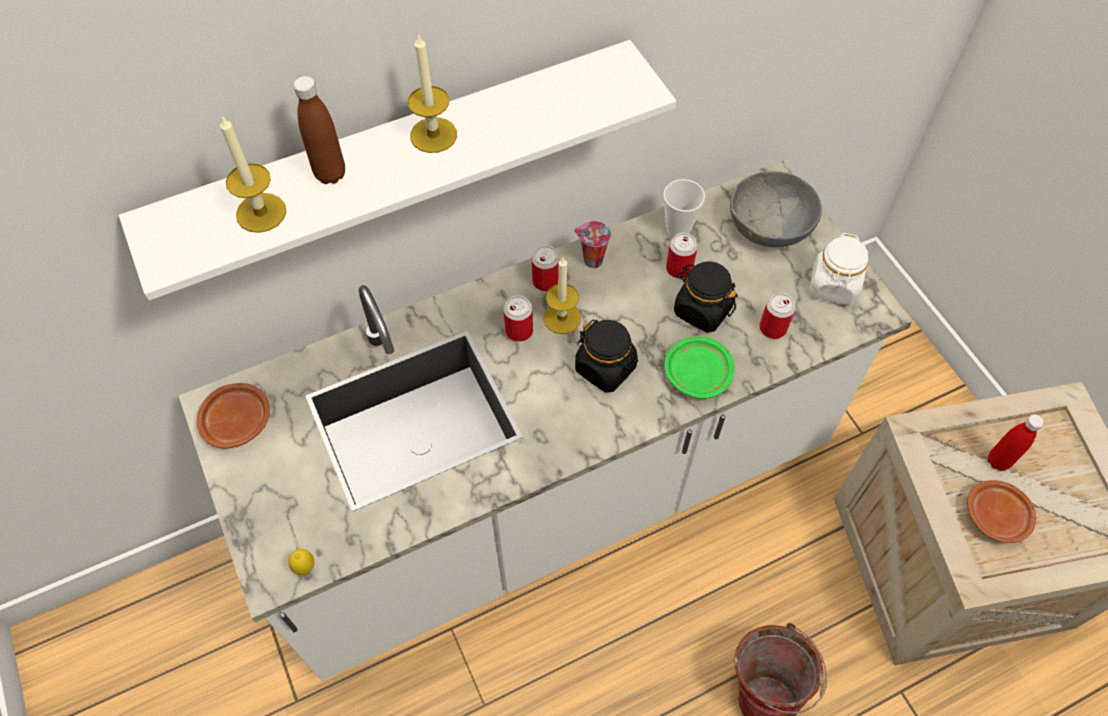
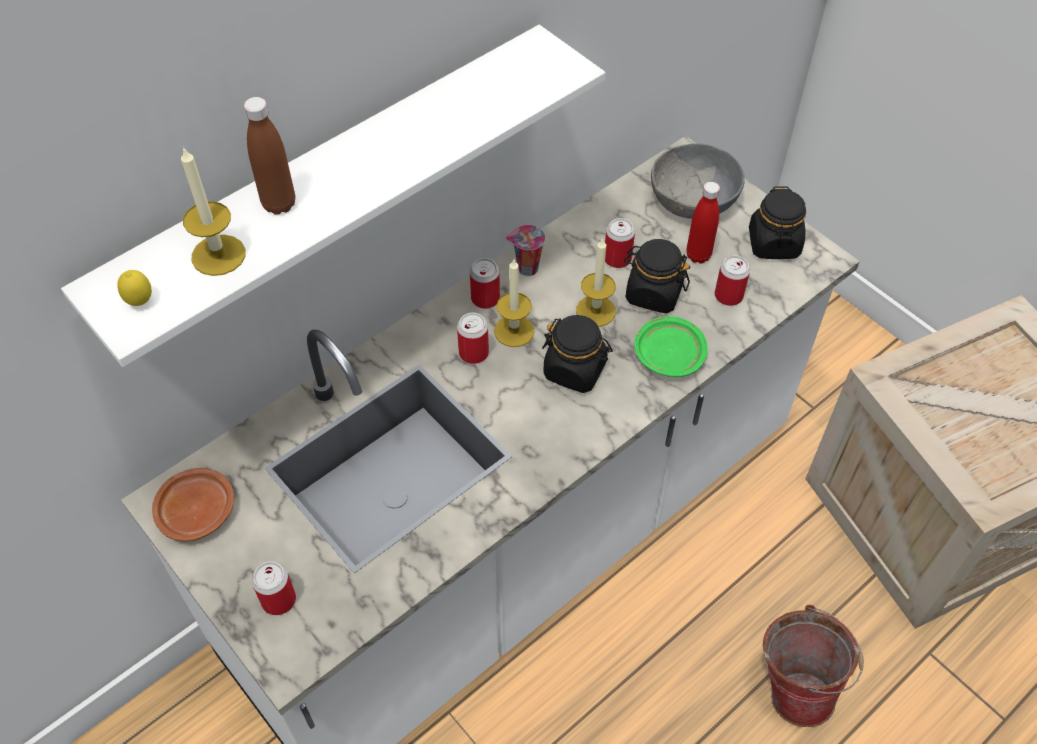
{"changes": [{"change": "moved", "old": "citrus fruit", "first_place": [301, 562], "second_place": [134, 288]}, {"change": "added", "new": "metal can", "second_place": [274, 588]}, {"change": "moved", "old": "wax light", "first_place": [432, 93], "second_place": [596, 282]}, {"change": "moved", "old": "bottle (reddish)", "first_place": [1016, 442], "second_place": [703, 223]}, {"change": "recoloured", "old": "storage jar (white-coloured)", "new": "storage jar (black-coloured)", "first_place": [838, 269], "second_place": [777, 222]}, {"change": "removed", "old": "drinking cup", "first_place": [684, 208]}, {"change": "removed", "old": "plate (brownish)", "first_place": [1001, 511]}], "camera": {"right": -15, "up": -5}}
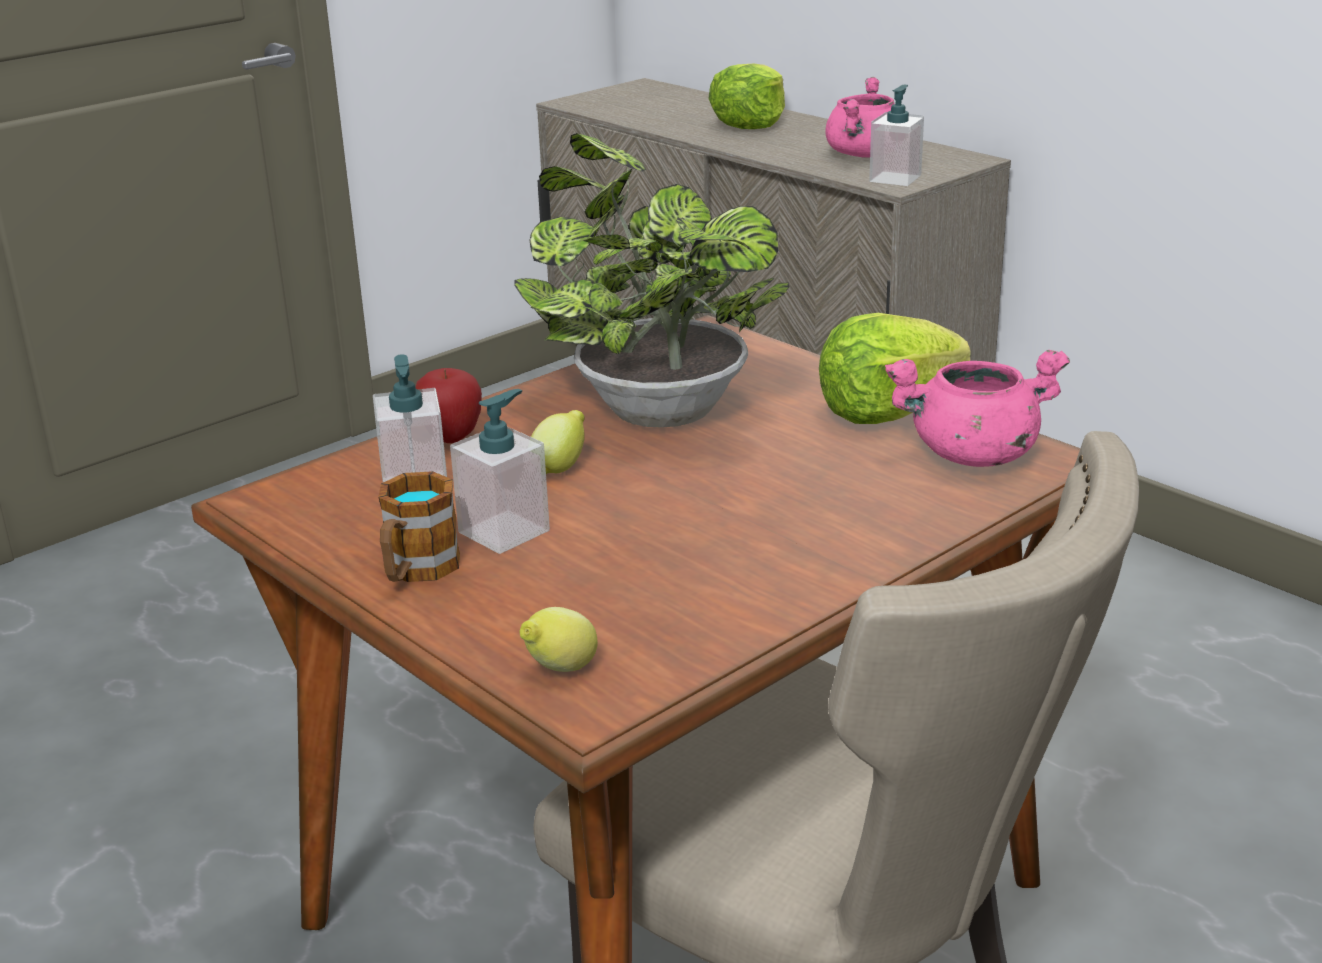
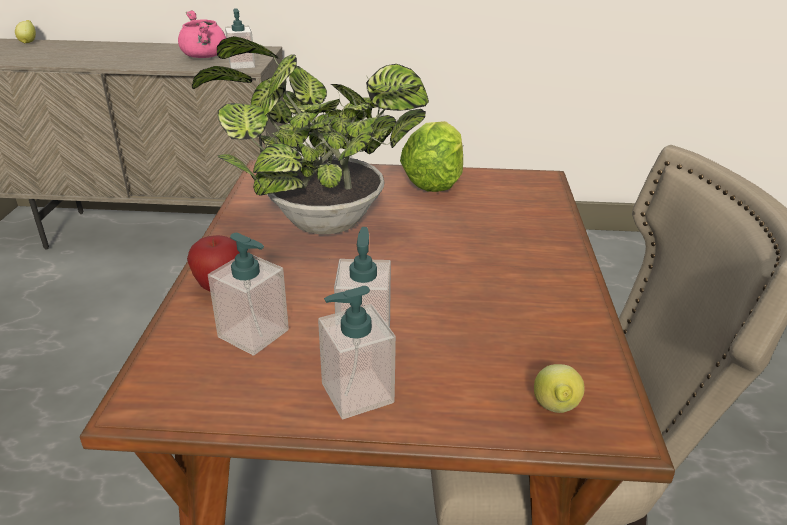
{"changes": [{"change": "moved", "old": "citrus fruit", "first_place": [558, 442], "second_place": [25, 31]}, {"change": "replaced", "old": "mug", "new": "soap dispenser", "first_place": [419, 526], "second_place": [357, 352]}, {"change": "removed", "old": "lettuce head", "first_place": [746, 96]}, {"change": "removed", "old": "stockpot (pink-coloured)", "first_place": [977, 408]}], "camera": {"right": -45, "up": 5}}
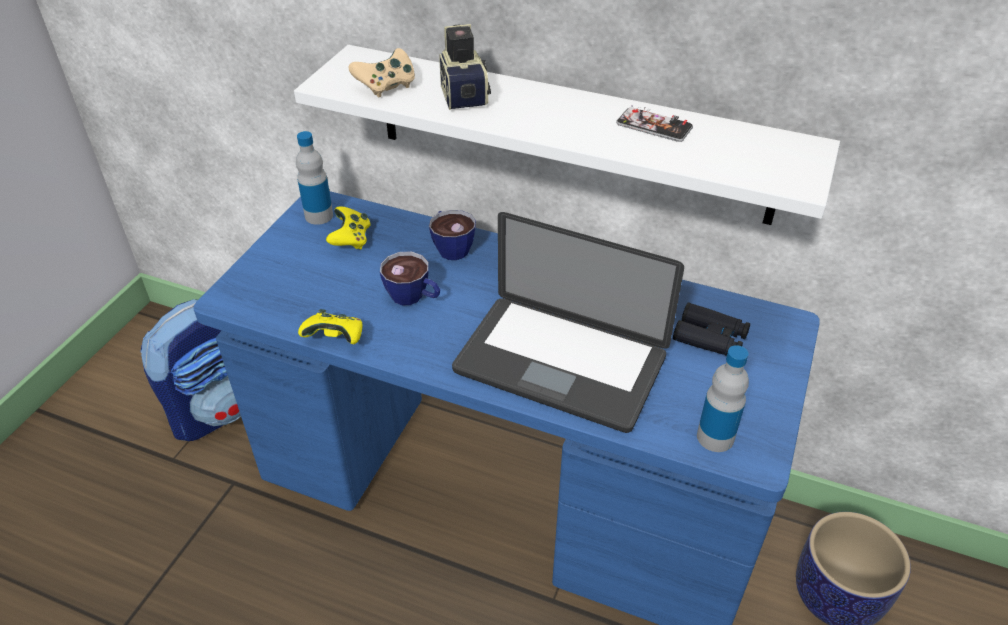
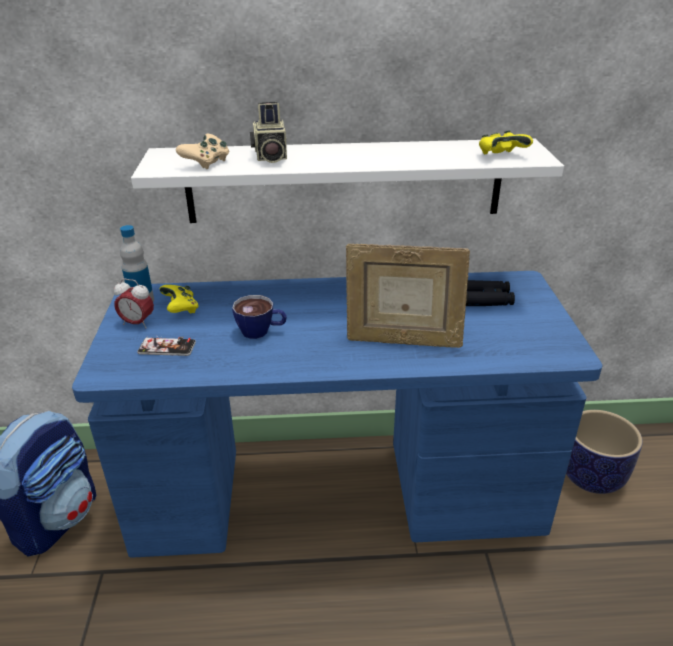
{"changes": [{"change": "added", "new": "table clock", "second_place": [134, 303]}, {"change": "moved", "old": "handset", "first_place": [654, 123], "second_place": [166, 345]}, {"change": "turned", "old": "still camera", "first_place": [465, 67], "second_place": [268, 132], "degrees": -150}, {"change": "replaced", "old": "laptop", "new": "photo frame", "first_place": [568, 322], "second_place": [408, 296]}, {"change": "moved", "old": "game controller (yellowish)", "first_place": [330, 326], "second_place": [506, 142]}, {"change": "removed", "old": "drinking cup", "first_place": [452, 235]}, {"change": "removed", "old": "bottle", "first_place": [723, 398]}], "camera": {"right": -25, "up": -10}}
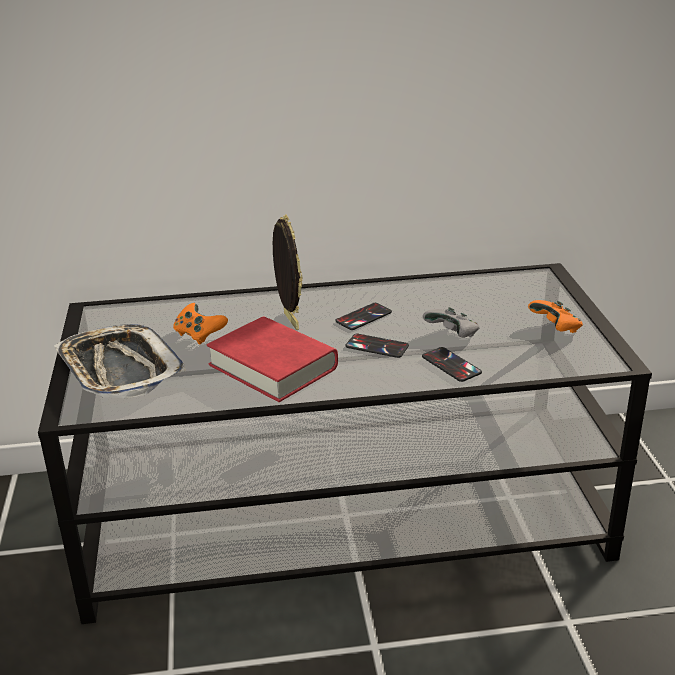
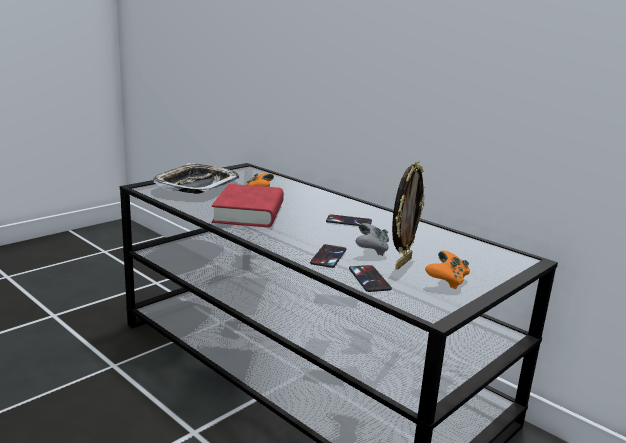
{"changes": [{"change": "moved", "old": "handset", "first_place": [377, 346], "second_place": [370, 278]}, {"change": "moved", "old": "photo frame", "first_place": [287, 272], "second_place": [408, 215]}], "camera": {"right": 50, "up": -10}}
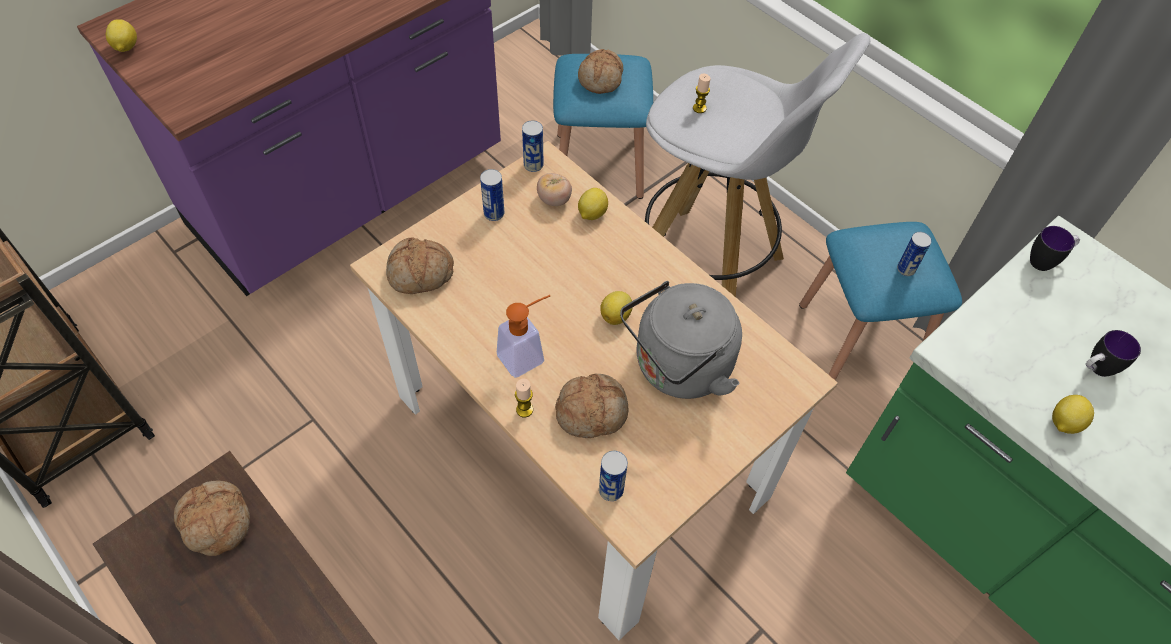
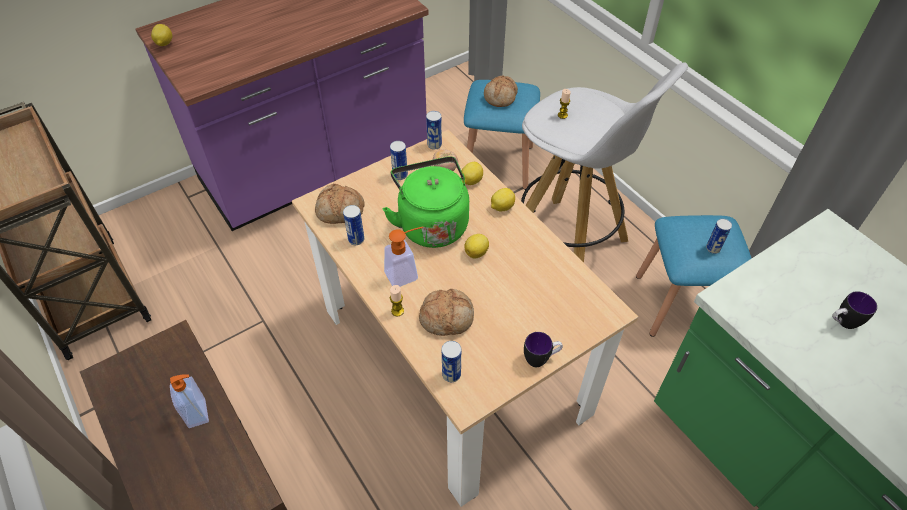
{"changes": [{"change": "added", "new": "soap dispenser", "second_place": [189, 401]}, {"change": "added", "new": "metal can", "second_place": [353, 225]}, {"change": "added", "new": "water kettle (green-coloured)", "second_place": [426, 202]}, {"change": "moved", "old": "citrus fruit", "first_place": [1073, 414], "second_place": [503, 199]}, {"change": "moved", "old": "mug", "first_place": [1055, 248], "second_place": [543, 349]}, {"change": "removed", "old": "baked bread", "first_place": [212, 518]}, {"change": "removed", "old": "water kettle (gray)", "first_place": [681, 340]}], "camera": {"right": 10, "up": -5}}
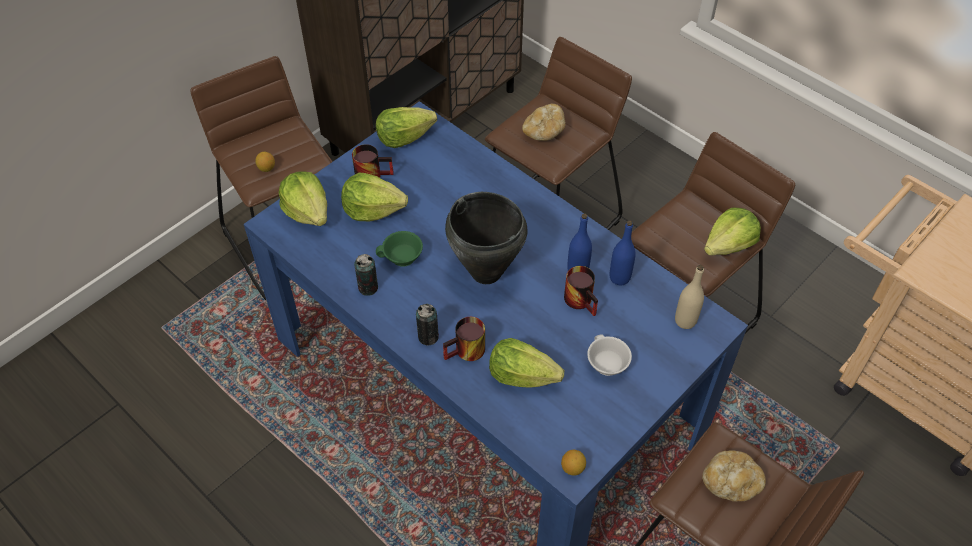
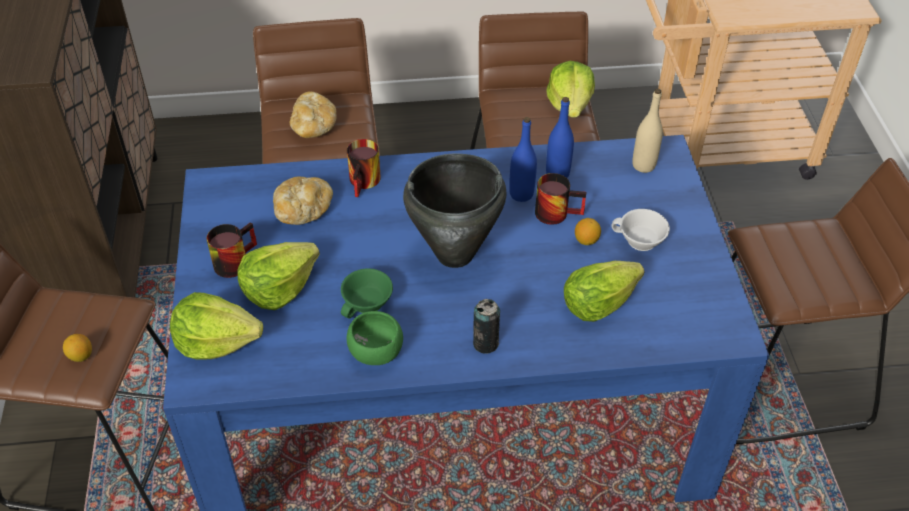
{"changes": [{"change": "moved", "old": "baked bread", "first_place": [734, 476], "second_place": [303, 201]}, {"change": "moved", "old": "mug", "first_place": [464, 339], "second_place": [364, 168]}, {"change": "replaced", "old": "metal can", "new": "bowl (green-coloured)", "first_place": [366, 275], "second_place": [375, 338]}, {"change": "moved", "old": "citrus fruit", "first_place": [573, 463], "second_place": [588, 231]}, {"change": "removed", "old": "lettuce head", "first_place": [406, 127]}], "camera": {"right": -50, "up": -5}}
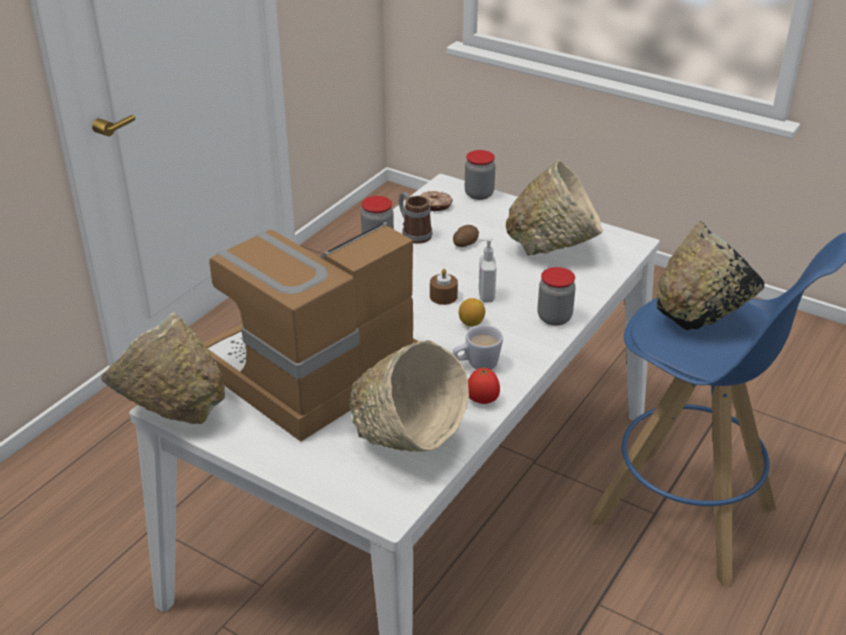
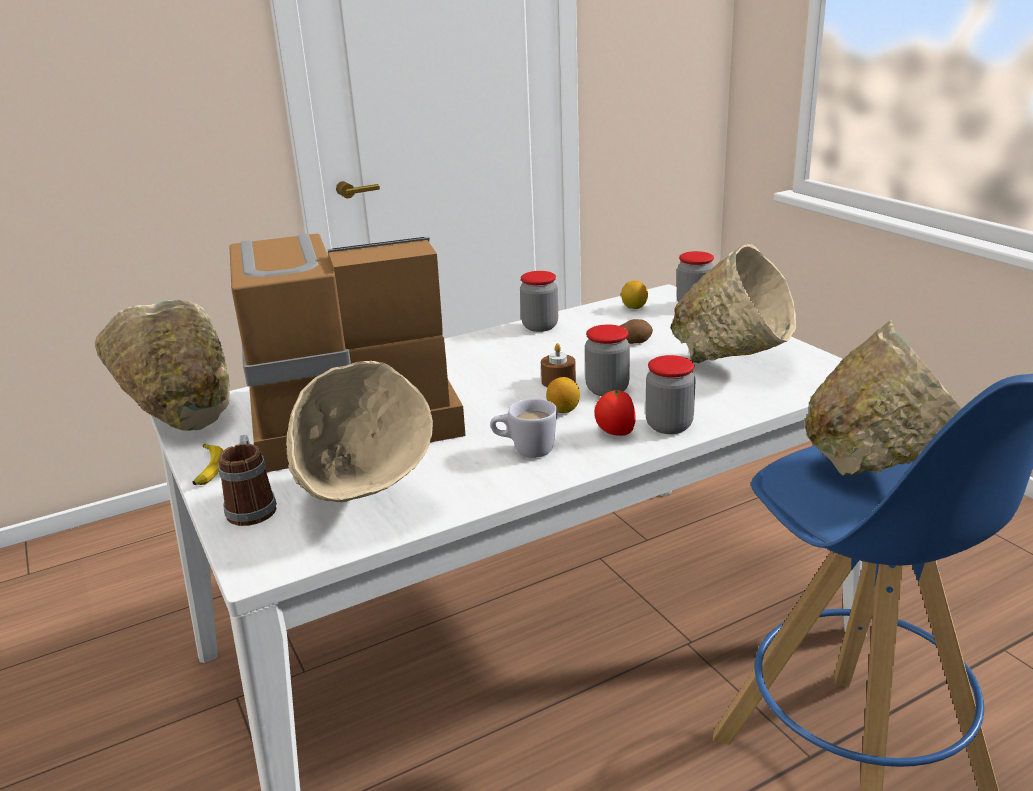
{"changes": [{"change": "added", "new": "banana", "second_place": [207, 464]}, {"change": "moved", "old": "mug", "first_place": [415, 218], "second_place": [247, 480]}, {"change": "replaced", "old": "soap dispenser", "new": "storage jar", "first_place": [487, 270], "second_place": [607, 360]}, {"change": "moved", "old": "fresh tomato", "first_place": [484, 385], "second_place": [615, 413]}, {"change": "replaced", "old": "doughnut", "new": "citrus fruit", "first_place": [436, 201], "second_place": [634, 294]}, {"change": "recoloured", "old": "bowl (black-coloured)", "new": "bowl (beige-coloured)", "first_place": [710, 275], "second_place": [883, 398]}], "camera": {"right": 30, "up": -10}}
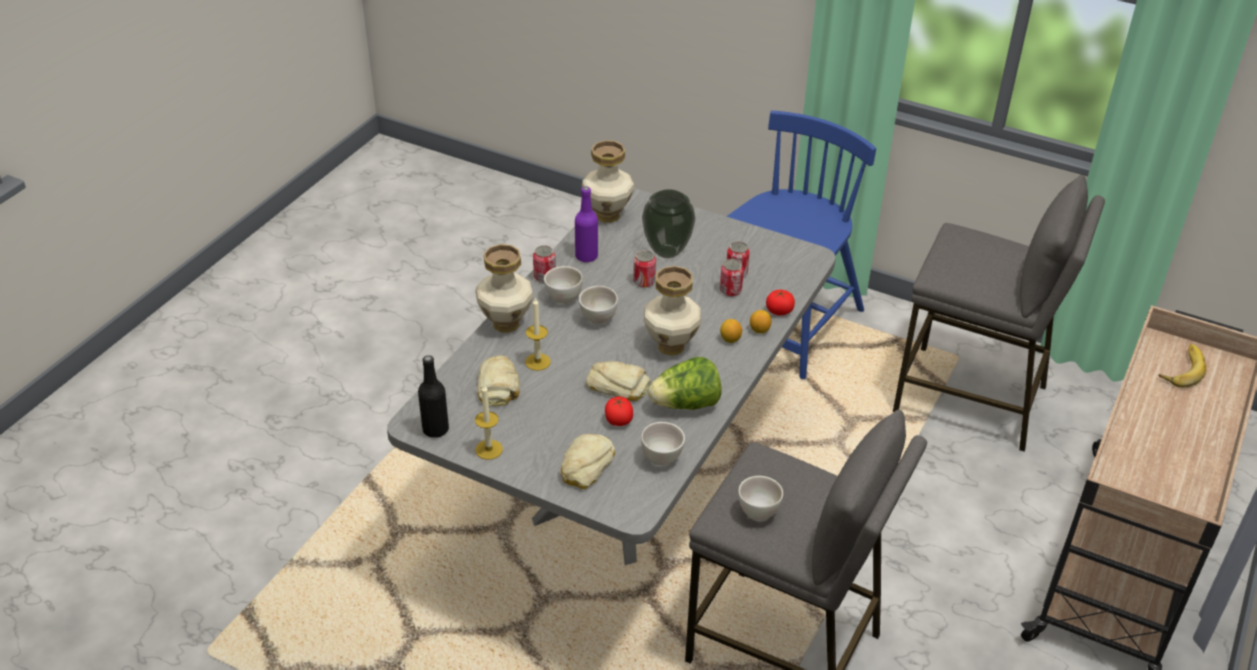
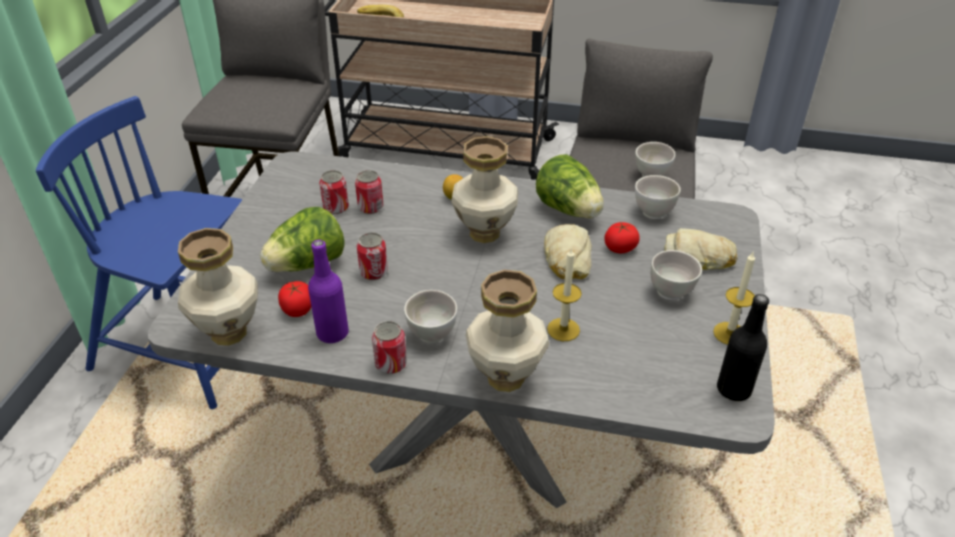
{"changes": [{"change": "replaced", "old": "vase", "new": "lettuce head", "first_place": [668, 223], "second_place": [302, 239]}, {"change": "moved", "old": "fresh tomato", "first_place": [780, 302], "second_place": [294, 299]}, {"change": "moved", "old": "bowl (white-coloured)", "first_place": [598, 305], "second_place": [676, 275]}, {"change": "removed", "old": "baked bread", "first_place": [498, 380]}, {"change": "removed", "old": "citrus fruit", "first_place": [760, 322]}], "camera": {"right": -105, "up": 0}}
